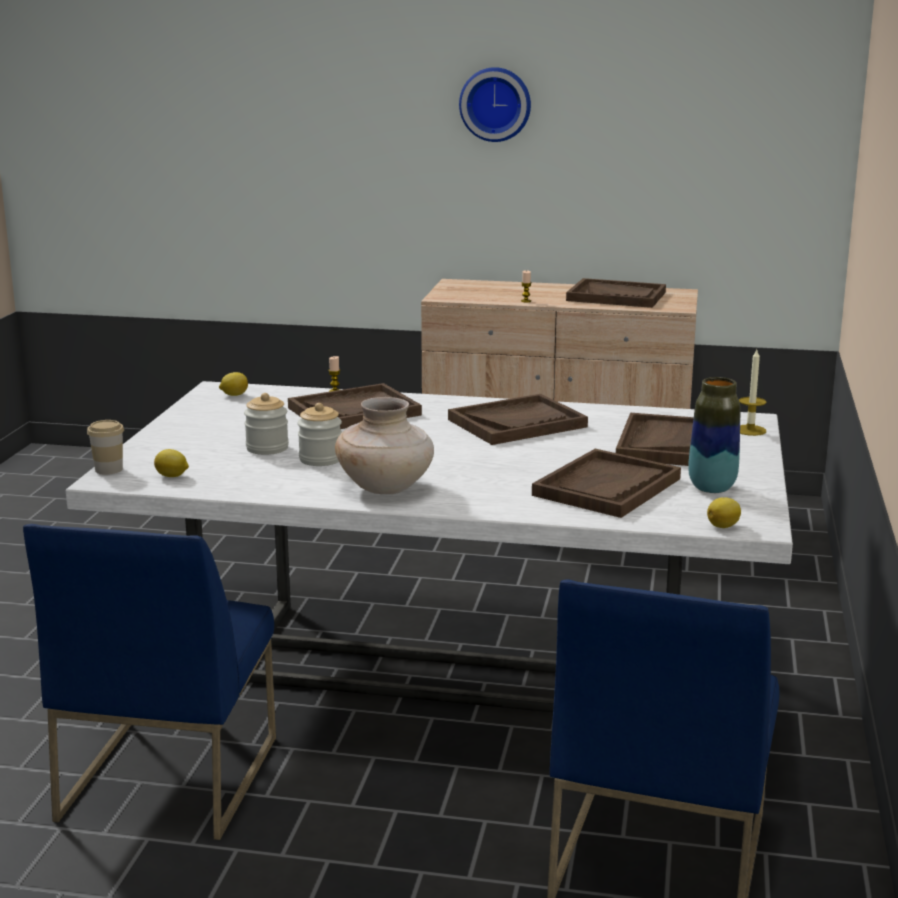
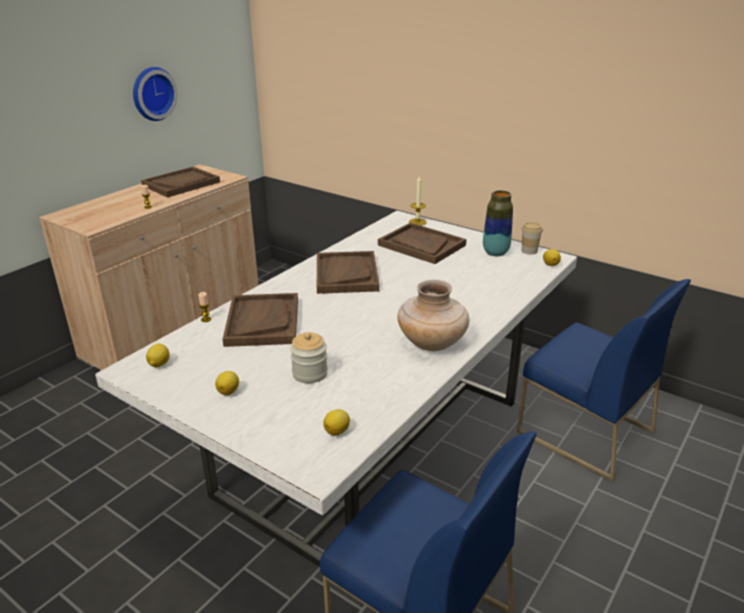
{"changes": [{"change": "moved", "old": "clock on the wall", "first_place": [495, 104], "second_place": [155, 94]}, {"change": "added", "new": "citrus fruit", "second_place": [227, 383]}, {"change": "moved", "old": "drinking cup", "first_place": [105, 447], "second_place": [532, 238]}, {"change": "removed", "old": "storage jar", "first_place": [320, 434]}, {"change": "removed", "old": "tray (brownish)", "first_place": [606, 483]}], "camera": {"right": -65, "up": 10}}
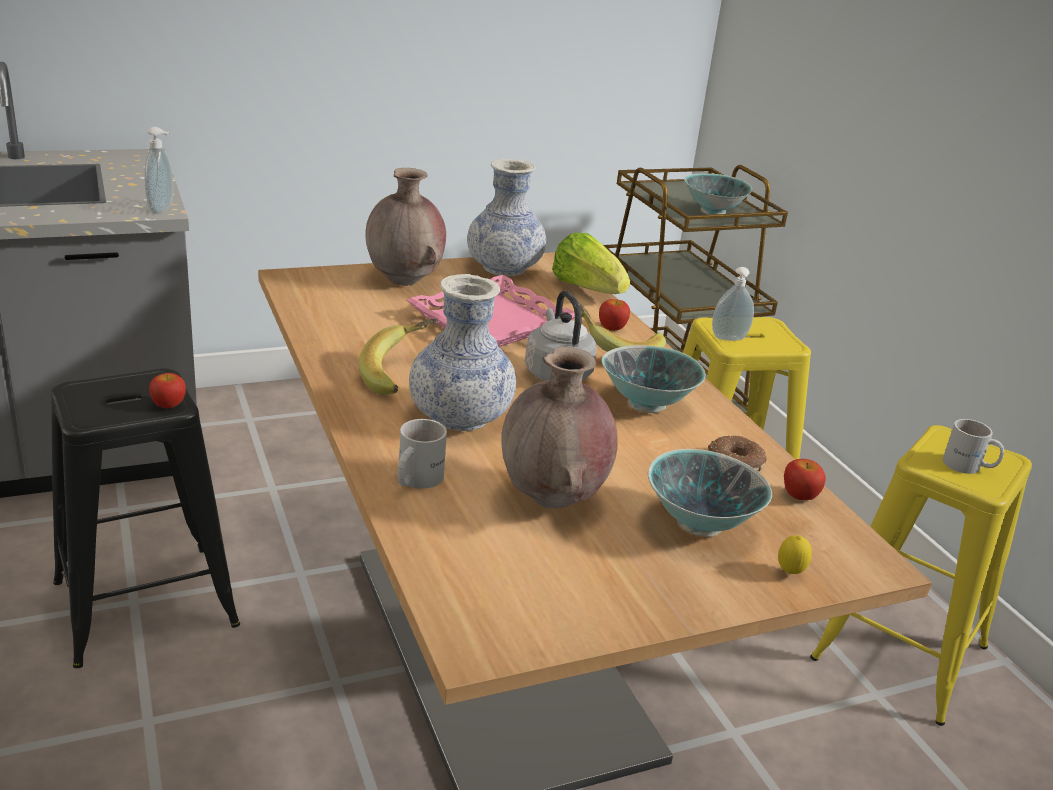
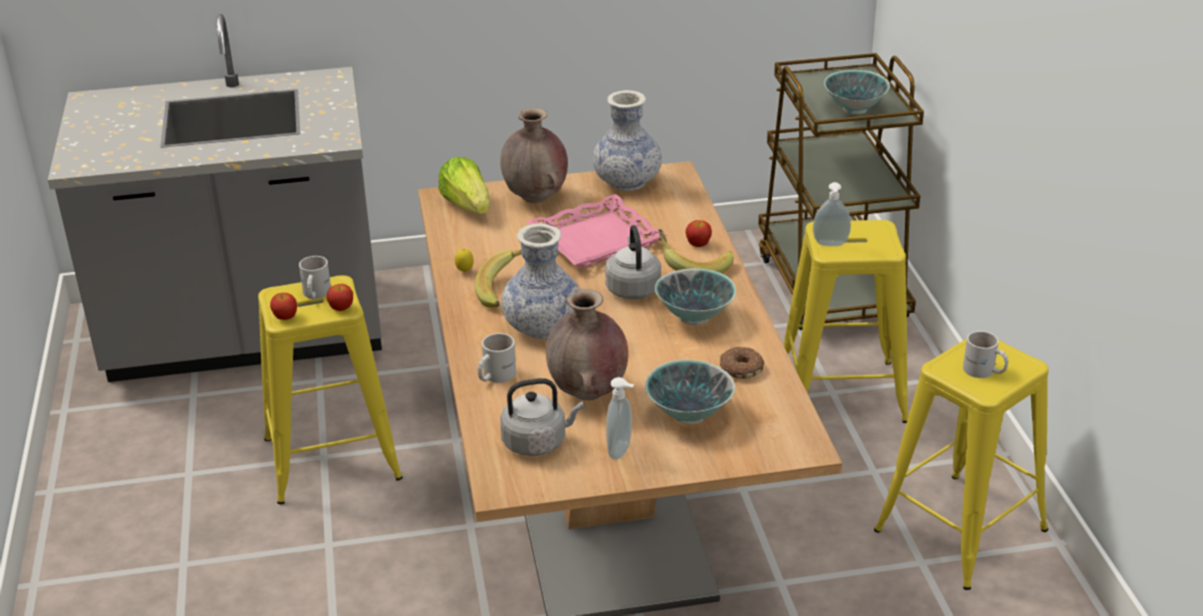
{"changes": [{"change": "recoloured", "old": "stool (black-coloured)", "new": "stool (yellowish)", "first_place": [145, 518], "second_place": [330, 389]}, {"change": "moved", "old": "apple", "first_place": [805, 479], "second_place": [283, 306]}, {"change": "added", "new": "mug (white-coloured)", "second_place": [315, 277]}, {"change": "moved", "old": "lettuce head", "first_place": [591, 263], "second_place": [464, 185]}, {"change": "moved", "old": "citrus fruit", "first_place": [795, 554], "second_place": [464, 260]}, {"change": "added", "new": "water kettle (gray)", "second_place": [542, 417]}, {"change": "moved", "old": "soap dispenser", "first_place": [158, 170], "second_place": [620, 418]}], "camera": {"right": 15, "up": 5}}
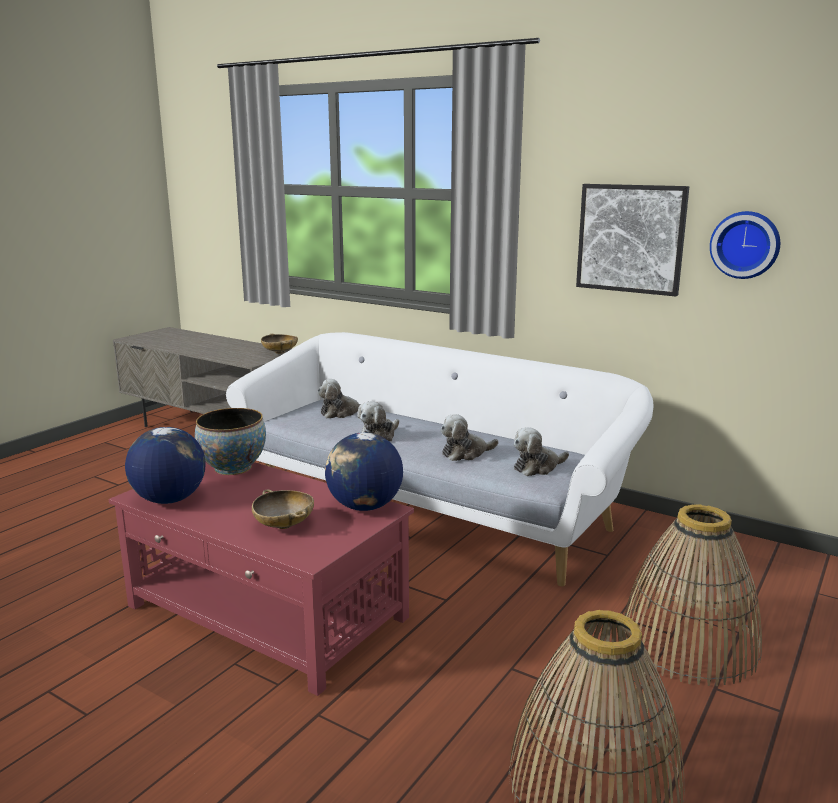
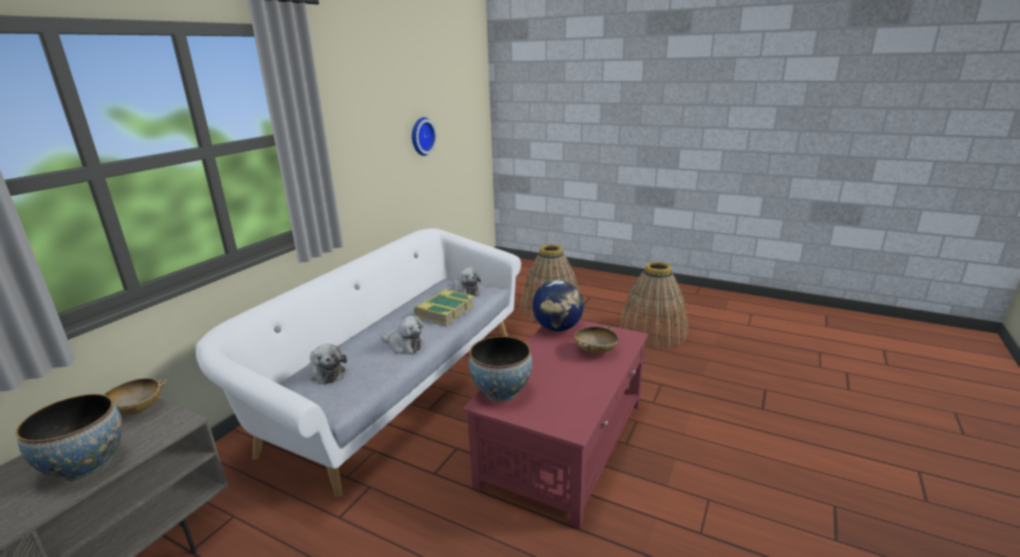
{"changes": [{"change": "added", "new": "bowl", "second_place": [69, 437]}, {"change": "replaced", "old": "soft toy", "new": "book", "first_place": [469, 437], "second_place": [444, 307]}, {"change": "removed", "old": "desk globe", "first_place": [165, 465]}, {"change": "removed", "old": "wall picture", "first_place": [633, 240]}], "camera": {"right": -95, "up": 5}}
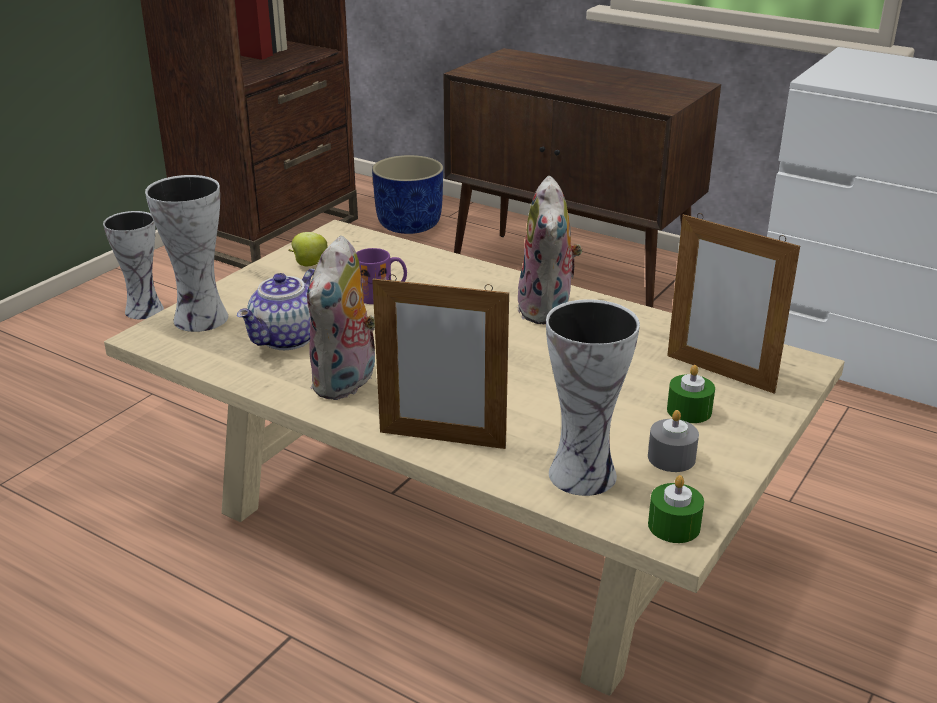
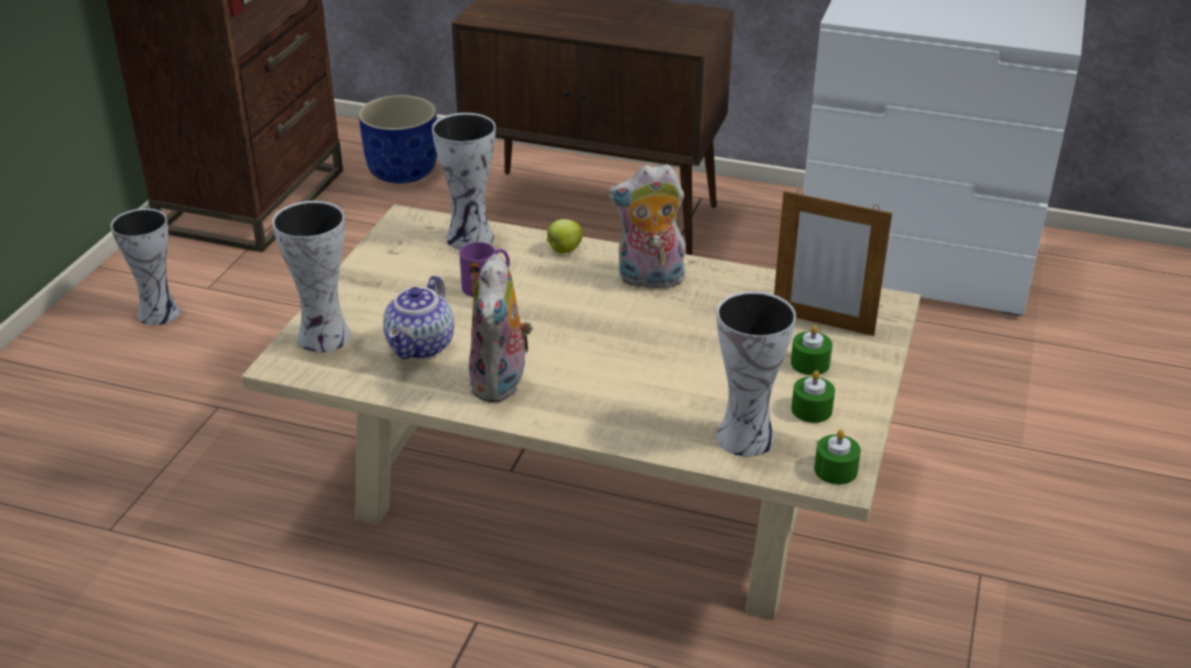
{"changes": [{"change": "added", "new": "vase", "second_place": [464, 181]}, {"change": "moved", "old": "apple", "first_place": [307, 249], "second_place": [564, 236]}, {"change": "turned", "old": "soft toy", "first_place": [550, 250], "second_place": [647, 226], "degrees": 105}, {"change": "recoloured", "old": "wax light (gray)", "new": "wax light (green-coloured)", "first_place": [673, 441], "second_place": [813, 396]}, {"change": "removed", "old": "photo frame", "first_place": [440, 361]}], "camera": {"right": -15, "up": 5}}
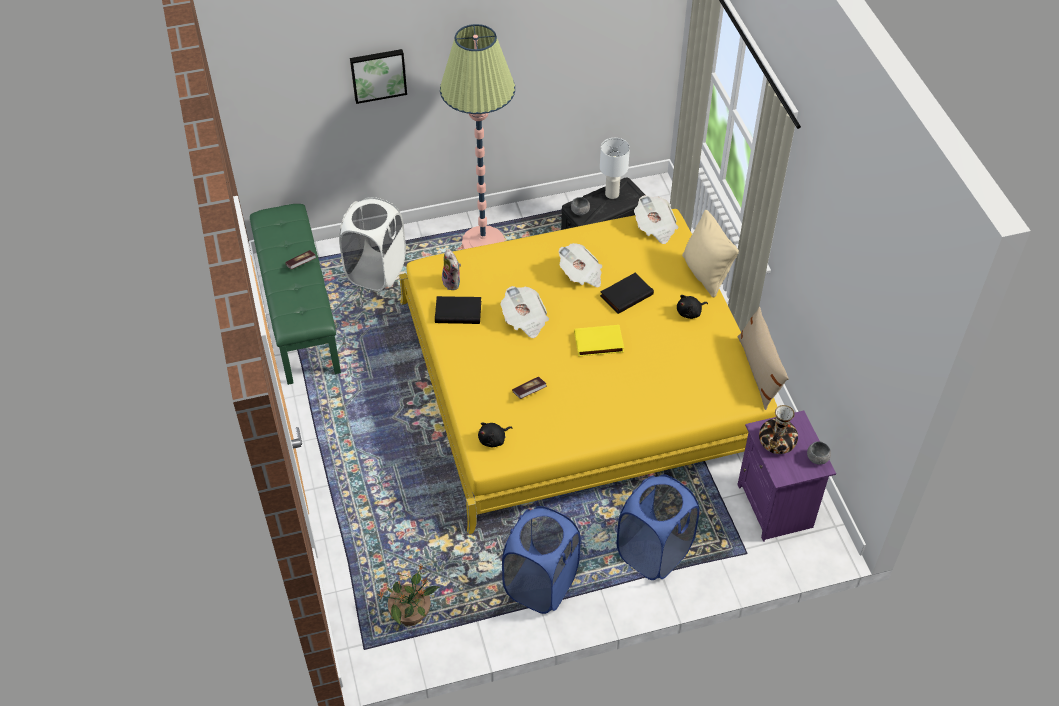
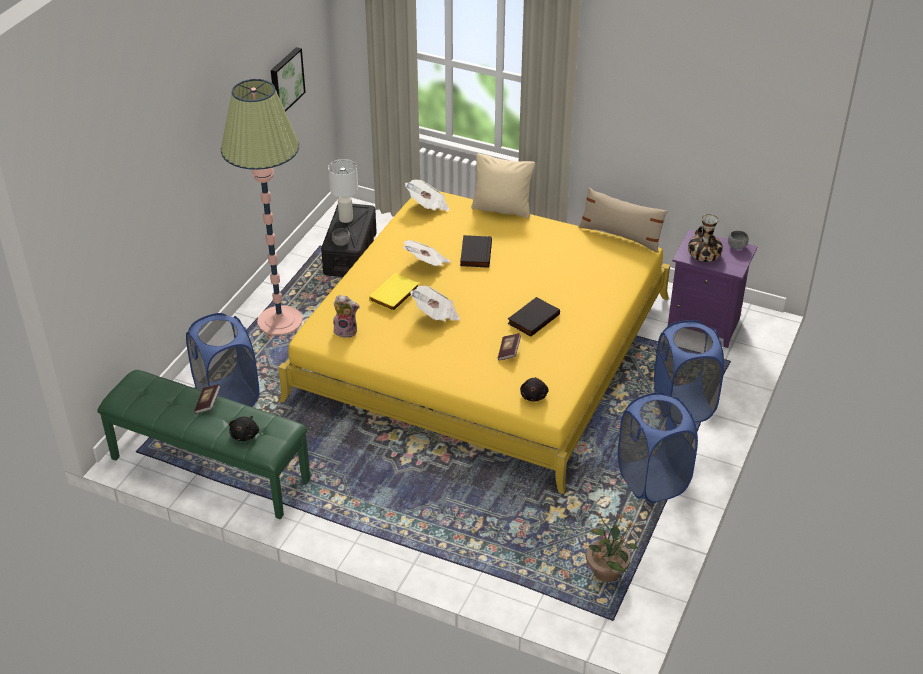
{"changes": [{"change": "recoloured", "old": "washing basket (white-coloured)", "new": "washing basket (blue)", "first_place": [372, 244], "second_place": [222, 360]}, {"change": "moved", "old": "soft toy (black-coloured)", "first_place": [692, 307], "second_place": [244, 428]}, {"change": "moved", "old": "wall picture", "first_place": [378, 76], "second_place": [288, 79]}, {"change": "moved", "old": "book (yellowish)", "first_place": [599, 340], "second_place": [394, 292]}, {"change": "moved", "old": "book (black-coloured)", "first_place": [458, 310], "second_place": [534, 317]}], "camera": {"right": -50, "up": -10}}
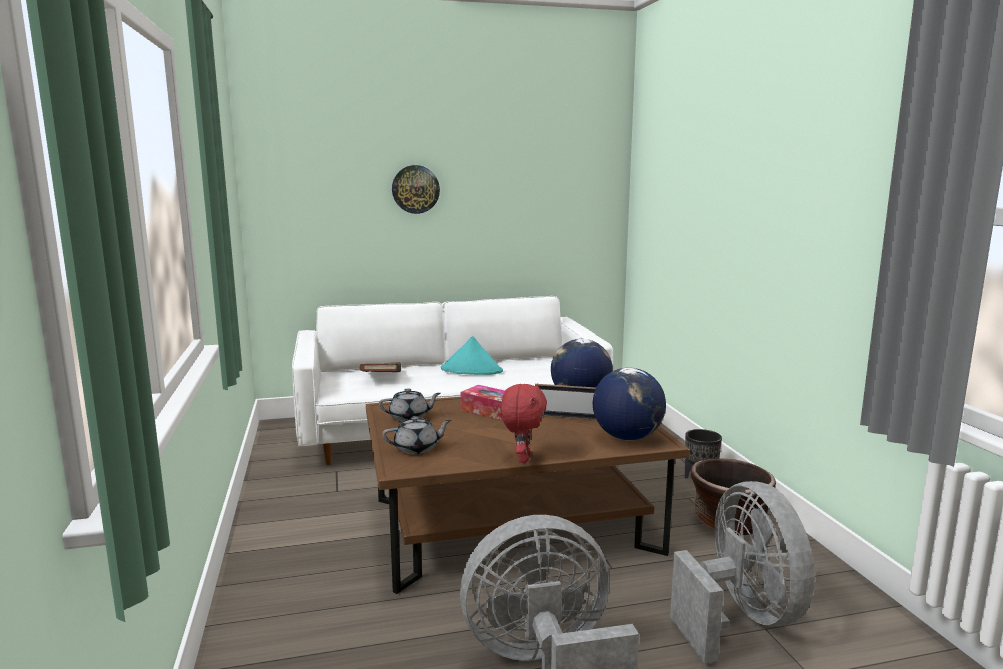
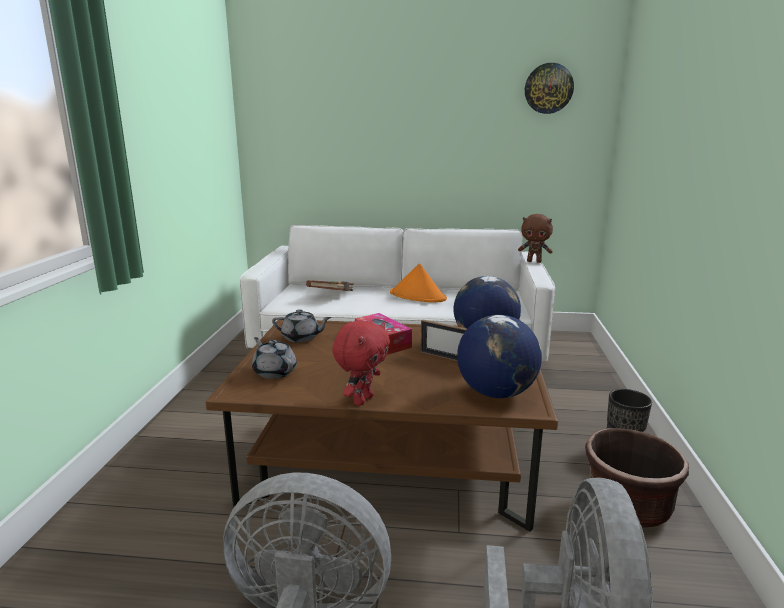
{"changes": [{"change": "turned", "old": "tea pot (gray)", "first_place": [417, 435], "second_place": [274, 358], "degrees": -135}, {"change": "recoloured", "old": "clothing hat (blue-green)", "new": "clothing hat (orange)", "first_place": [472, 355], "second_place": [418, 283]}, {"change": "added", "new": "soft toy (brownish)", "second_place": [535, 238]}, {"change": "moved", "old": "clock on the wall", "first_place": [416, 189], "second_place": [549, 88]}], "camera": {"right": 20, "up": 5}}
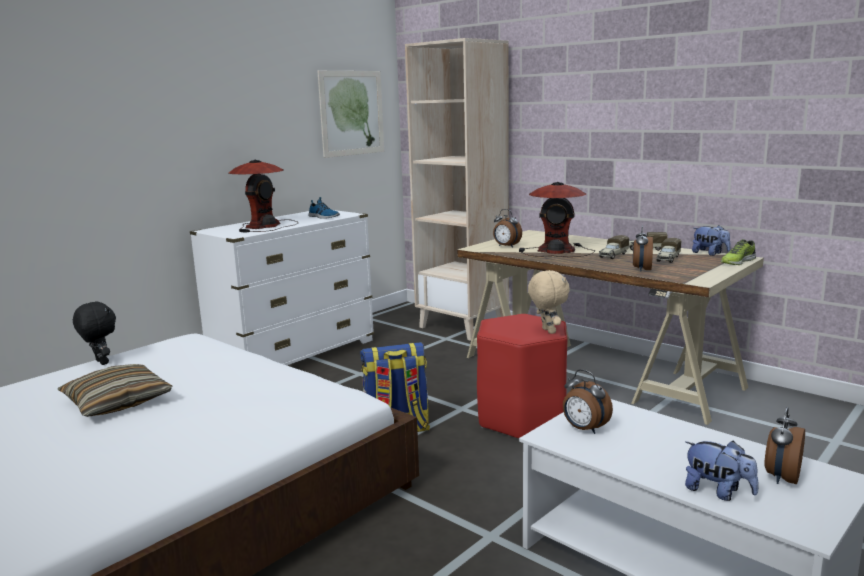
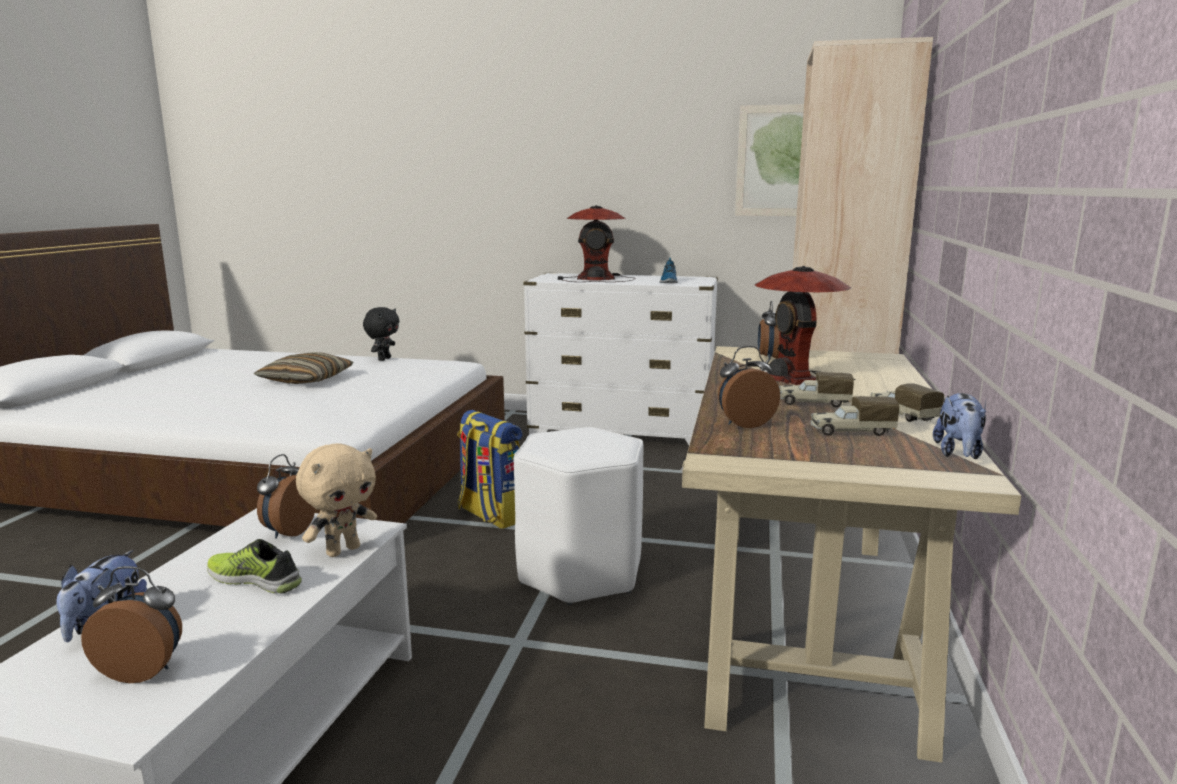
{"changes": [{"change": "moved", "old": "low shoe", "first_place": [738, 252], "second_place": [254, 566]}, {"change": "moved", "old": "soft toy (beige-coloured)", "first_place": [549, 302], "second_place": [336, 500]}, {"change": "recoloured", "old": "stool (reddish)", "new": "stool (white-coloured)", "first_place": [522, 376], "second_place": [579, 516]}], "camera": {"right": 60, "up": 0}}
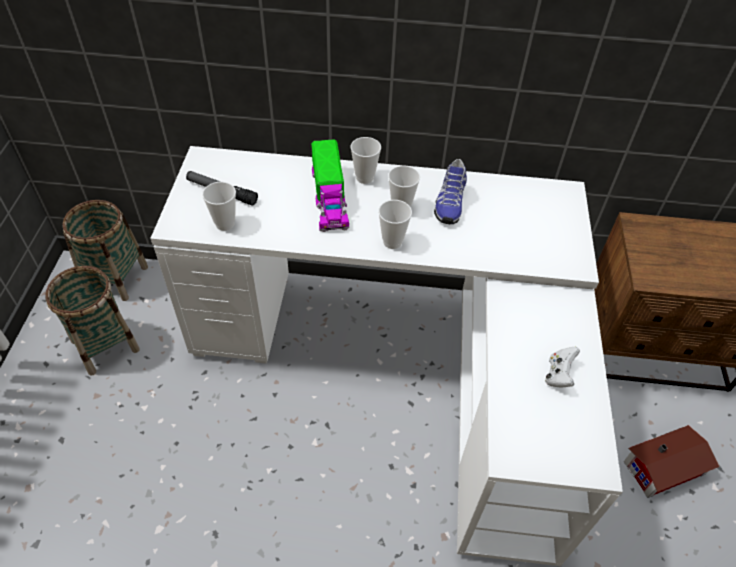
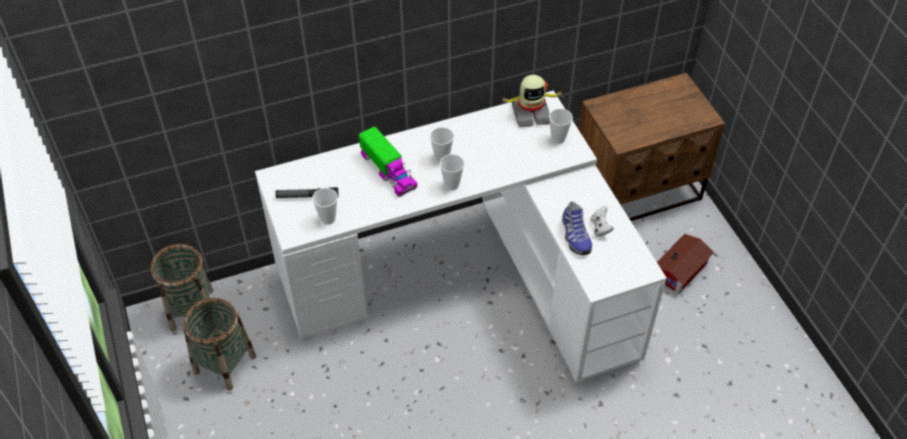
{"changes": [{"change": "added", "new": "model robot", "second_place": [532, 101]}, {"change": "moved", "old": "drinking cup", "first_place": [366, 160], "second_place": [561, 126]}, {"change": "moved", "old": "low shoe", "first_place": [450, 191], "second_place": [577, 228]}], "camera": {"right": -25, "up": 0}}
